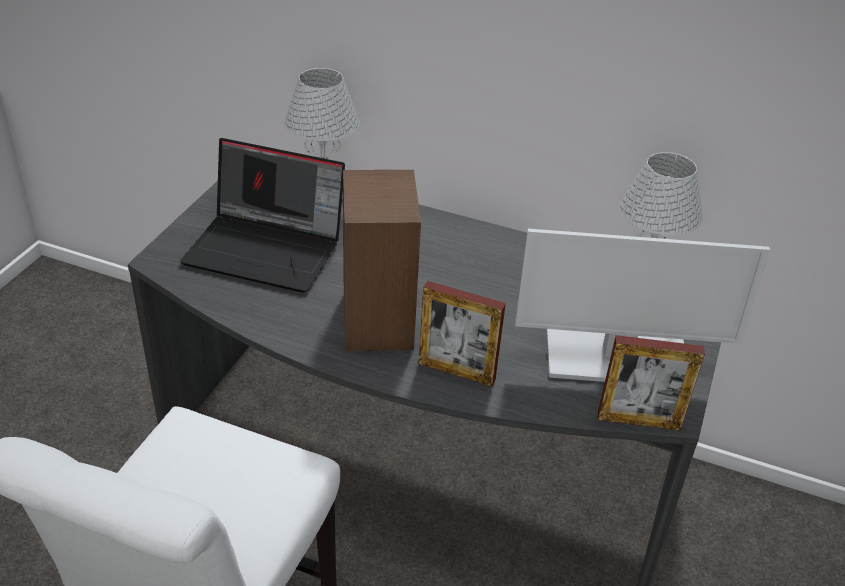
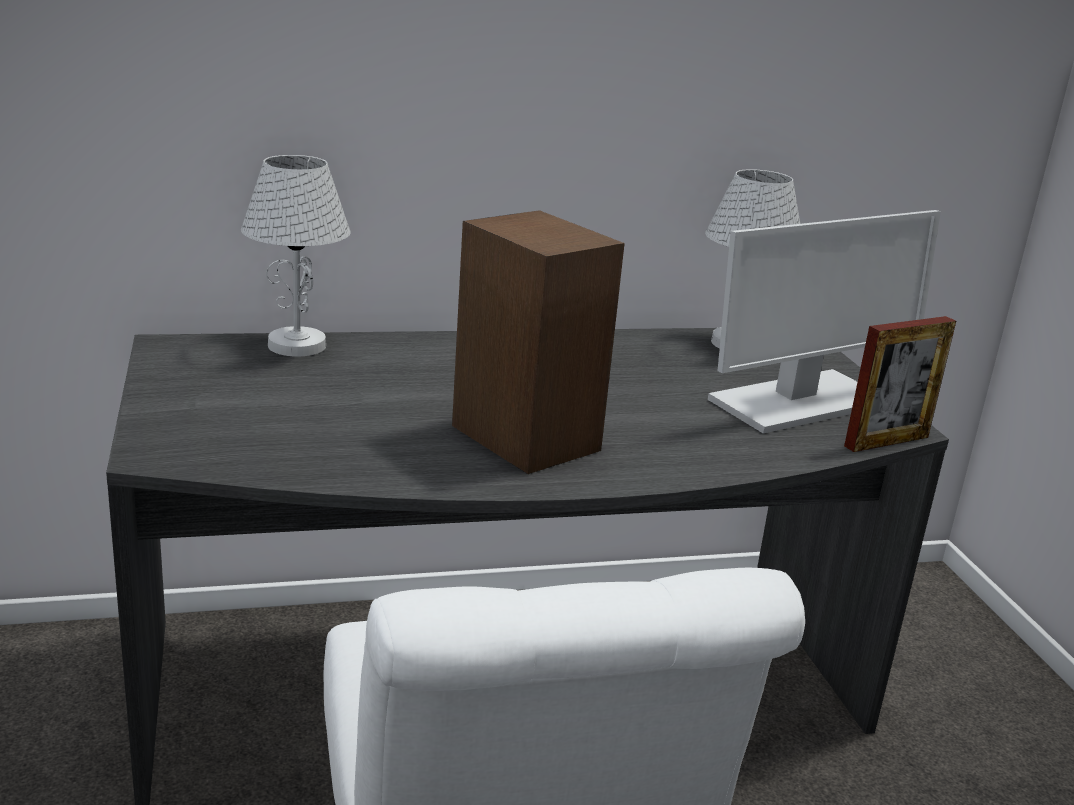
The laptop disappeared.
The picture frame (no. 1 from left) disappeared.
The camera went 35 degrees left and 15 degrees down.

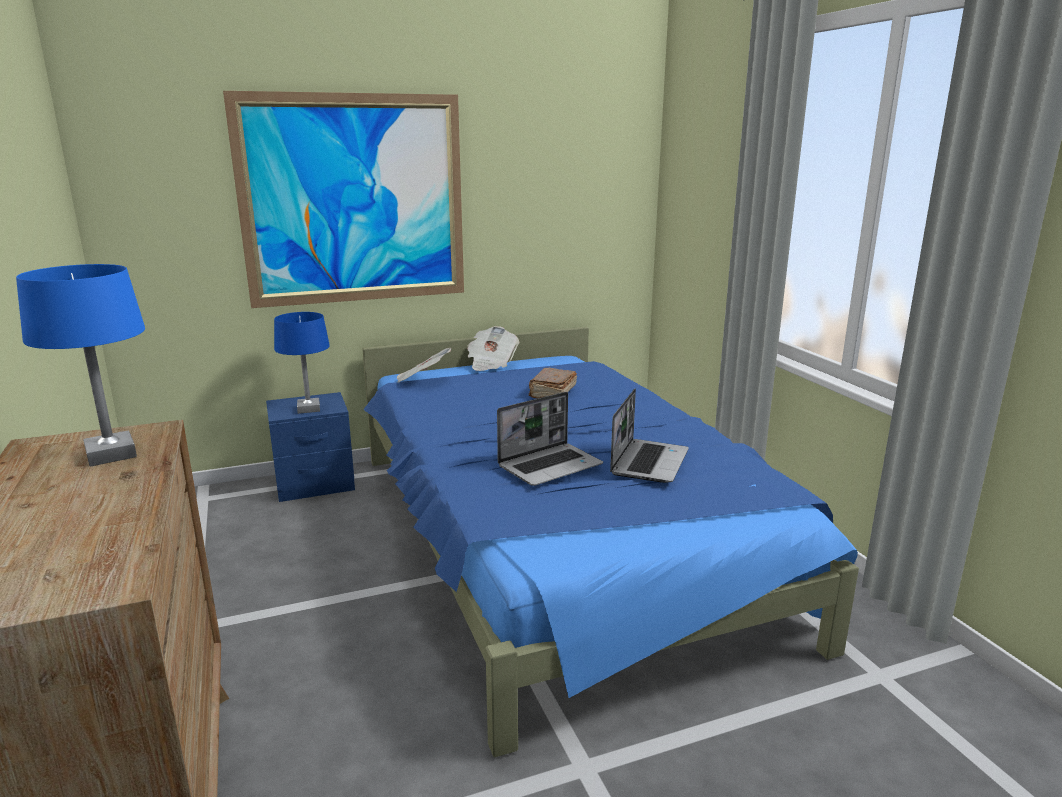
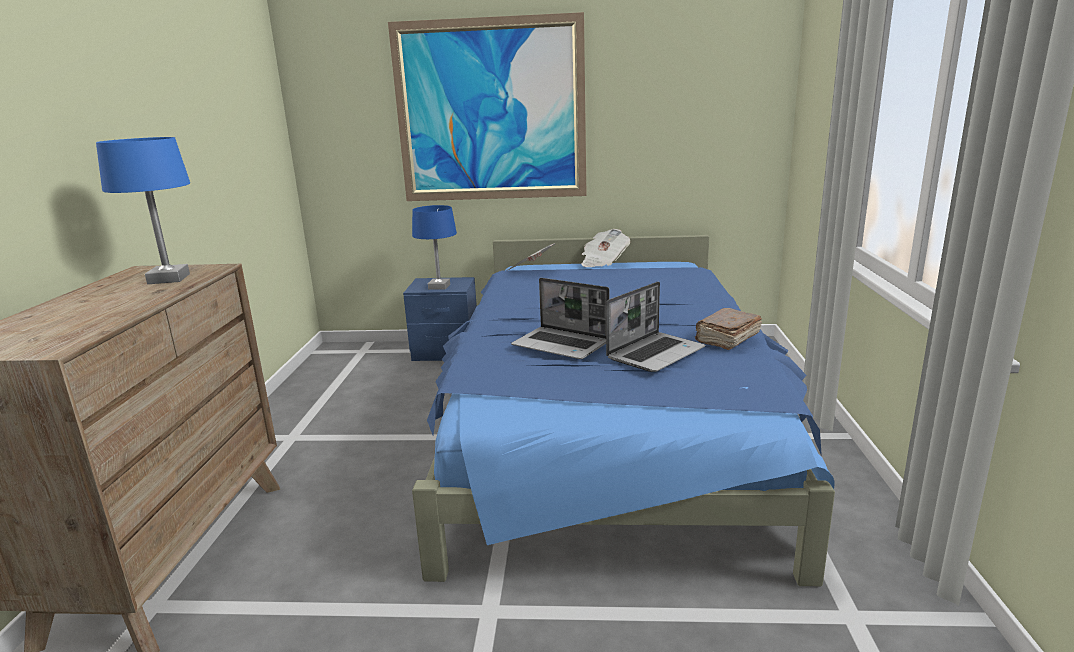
The laptop (no. 1 from left) turned 45 degrees clockwise.
The book (brown) moved.
The camera went 25 degrees right and 0 degrees up.

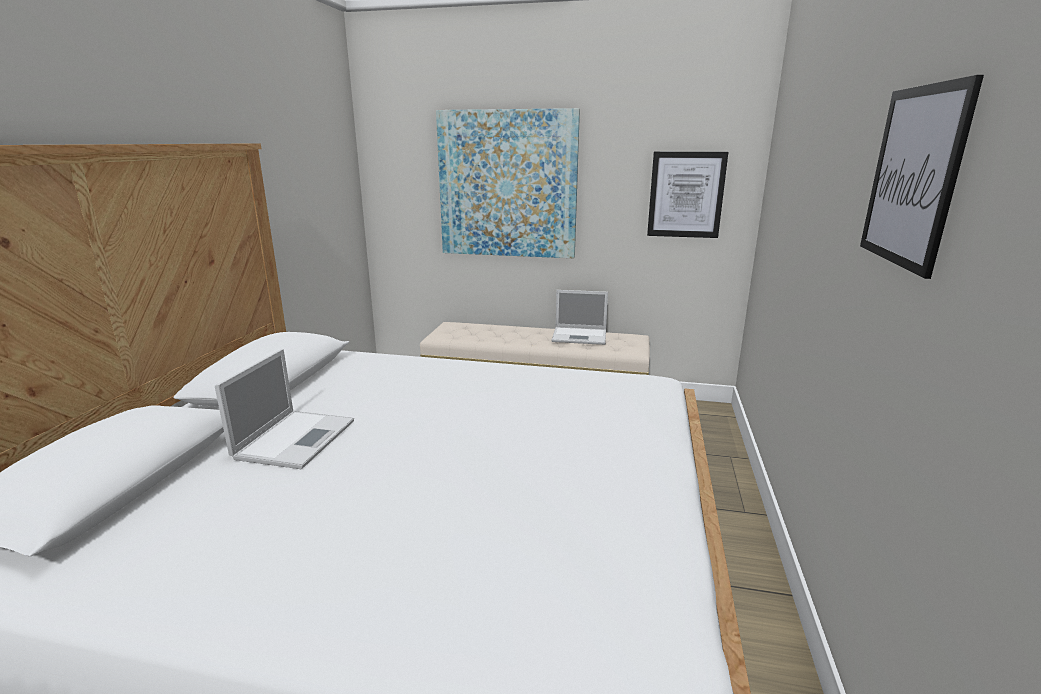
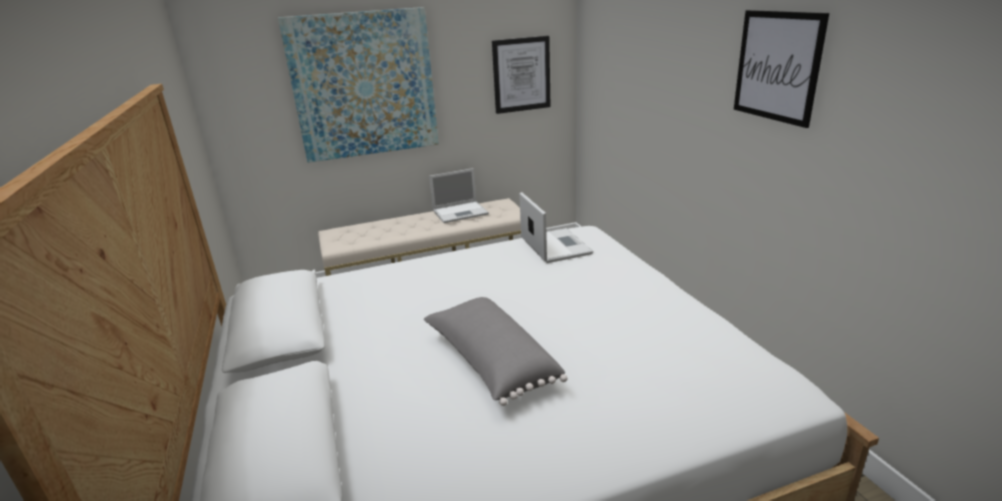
The laptop (no. 1 from left in the first image) moved.
The pillow (grey) appeared.
The camera went 30 degrees left and 5 degrees up.

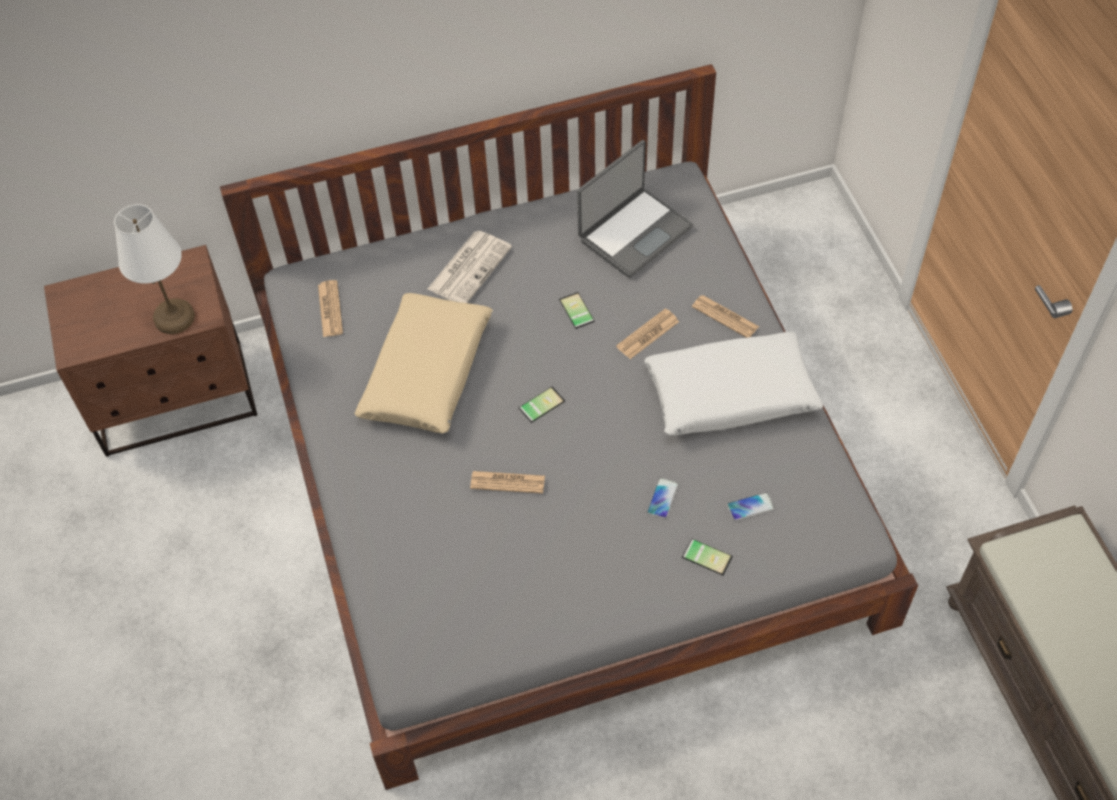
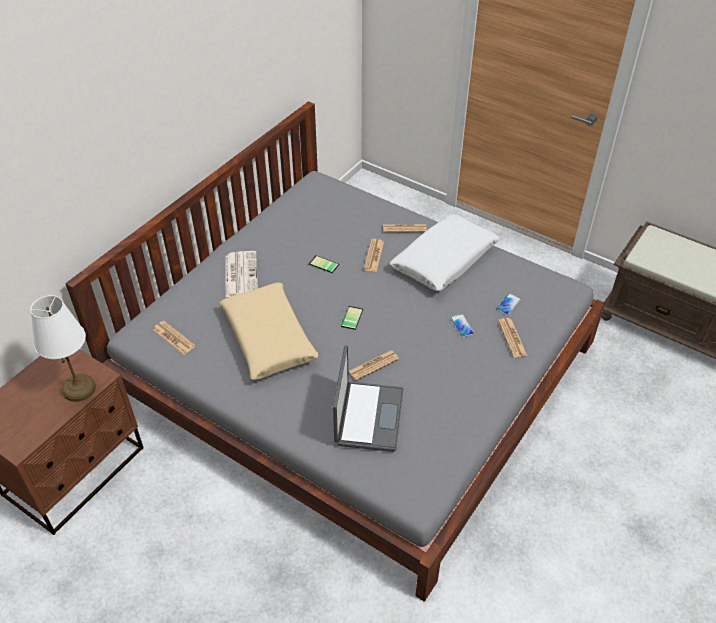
The laptop moved.
The phone (no. 4 from left) was replaced by the newspaper (no. 6 from left).
The camera went 40 degrees left and 10 degrees down.

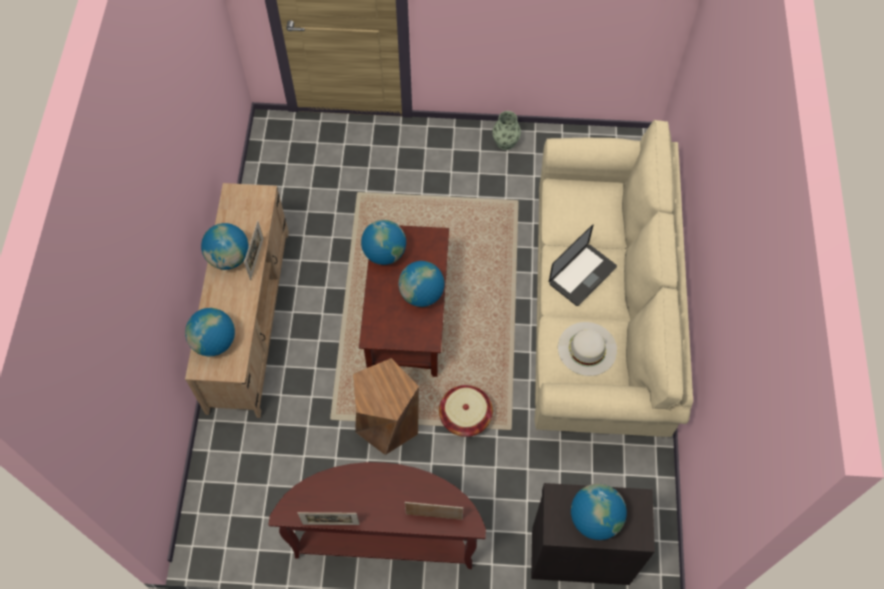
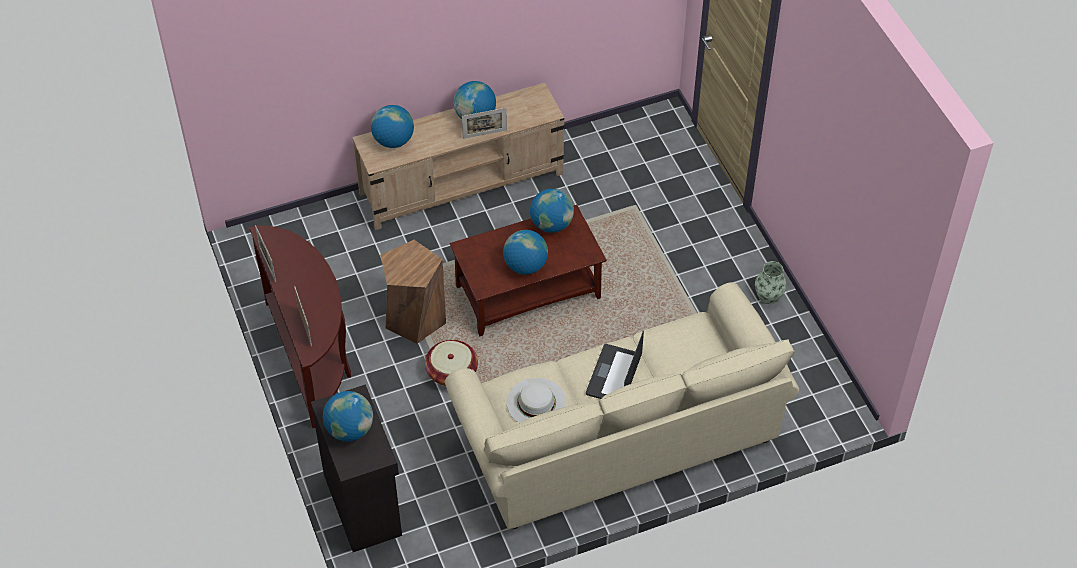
The laptop turned 90 degrees clockwise.
The camera went 65 degrees right and 10 degrees down.

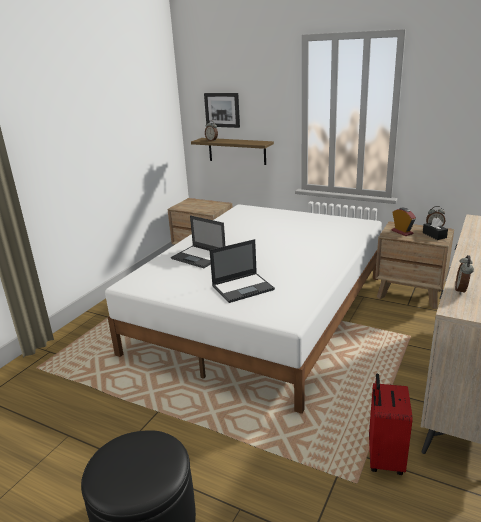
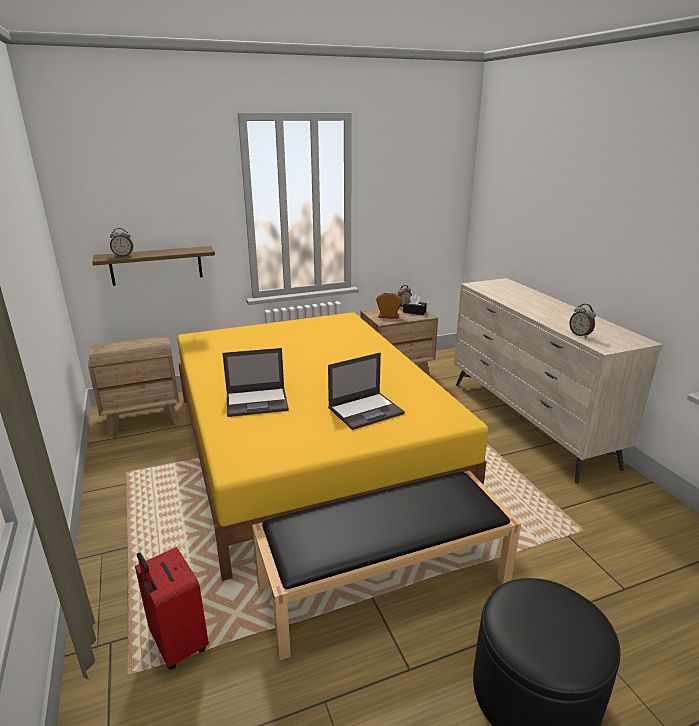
The bed (white) became the bed (yellow).
The picture disappeared.
The laptop (no. 2 from left) turned 45 degrees clockwise.
The suitcase (red) moved.
The bench (black) appeared.
The camera went 50 degrees left and 0 degrees up.

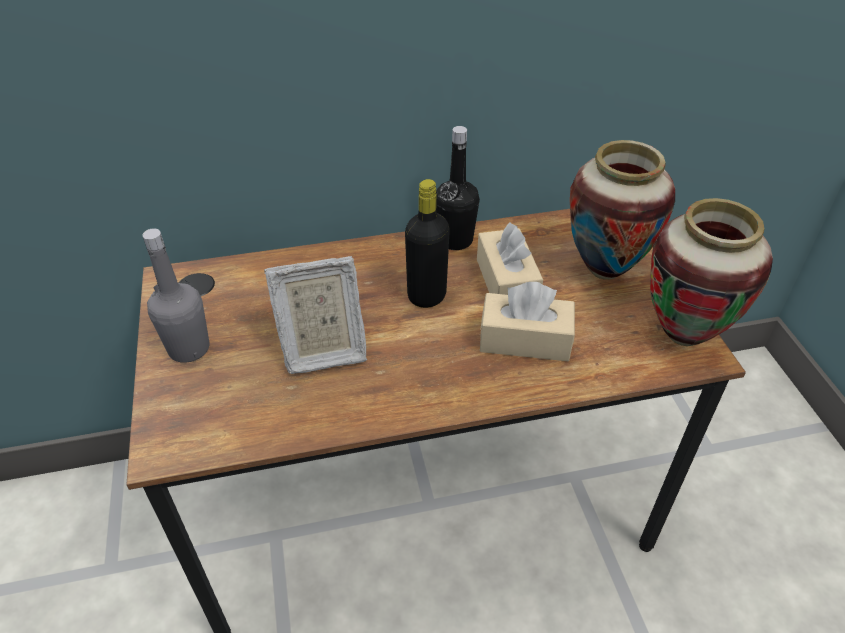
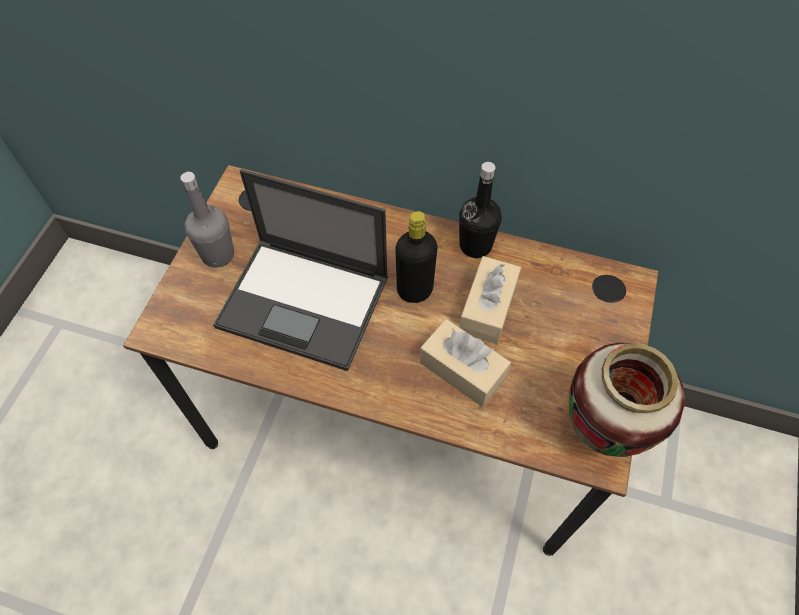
The picture frame was replaced by the laptop.
The vase (no. 1 from left) disappeared.
The camera went 30 degrees right and 15 degrees up.

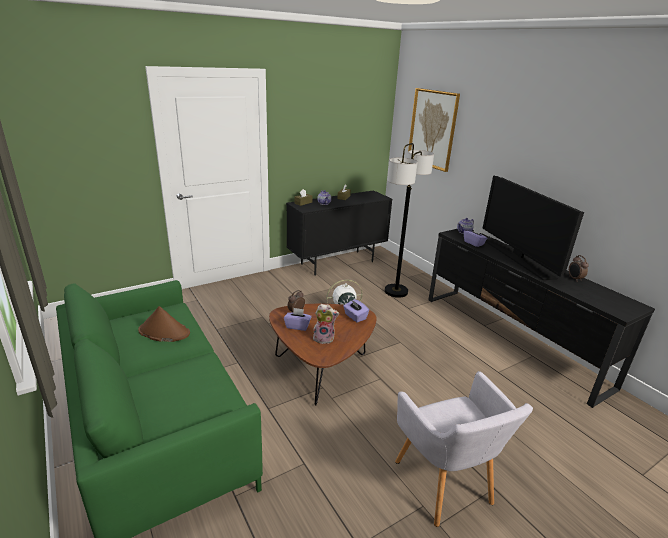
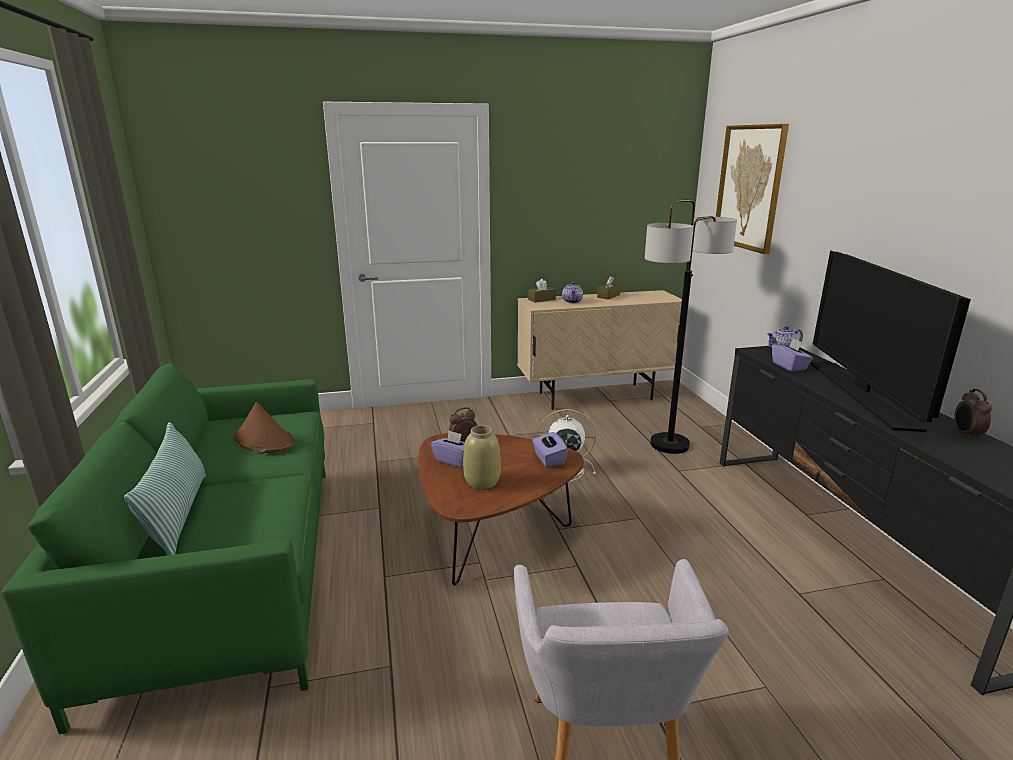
The cabinet (black) became the cabinet (beige).
The plush toy was replaced by the vase (beige).
The pillow appeared.
The camera went 20 degrees right and 5 degrees down.

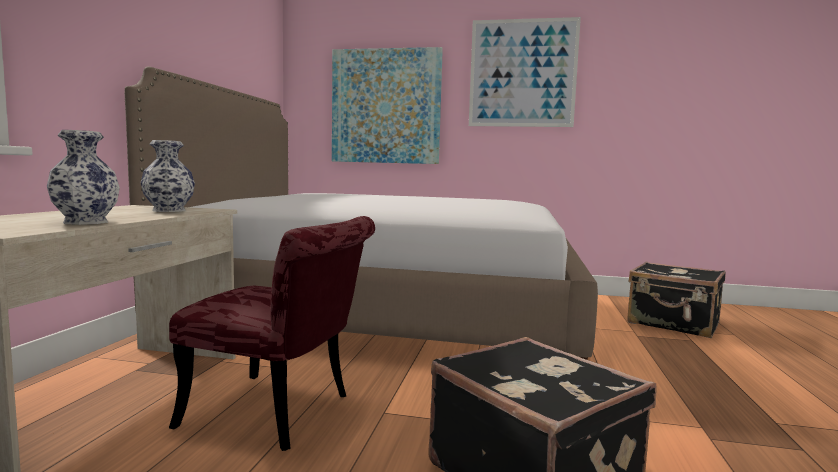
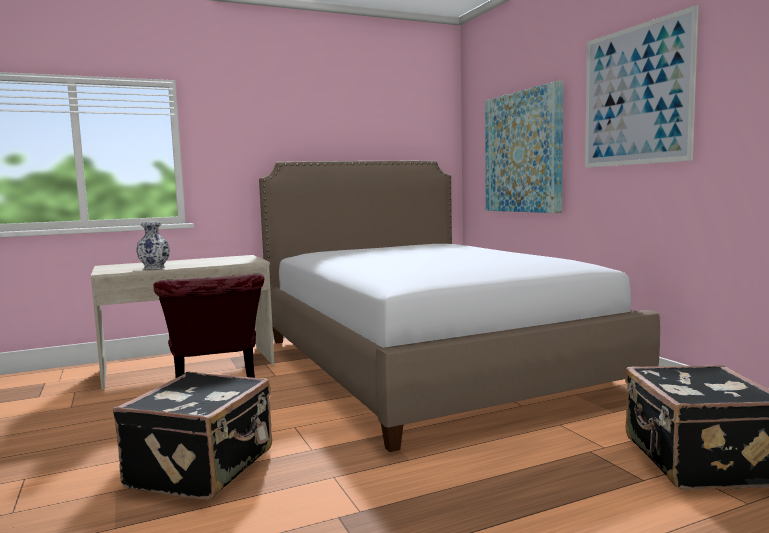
The vase (no. 2 from left) disappeared.
The camera went 55 degrees right and 0 degrees up.

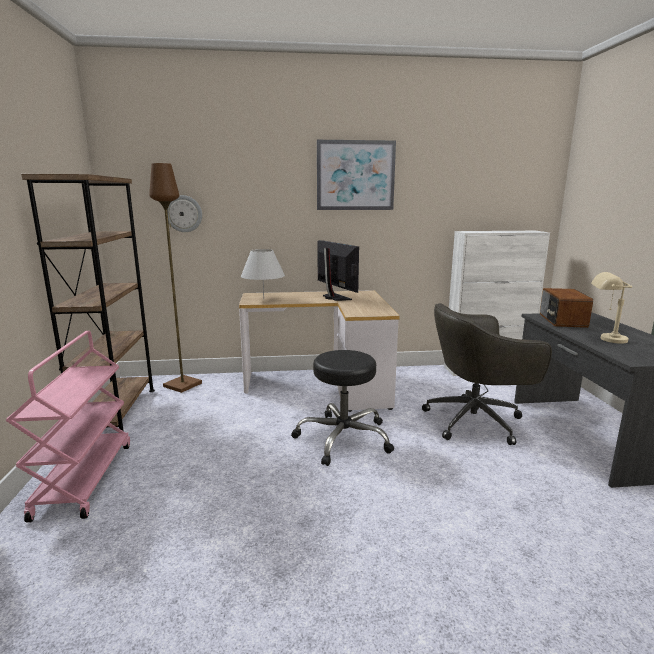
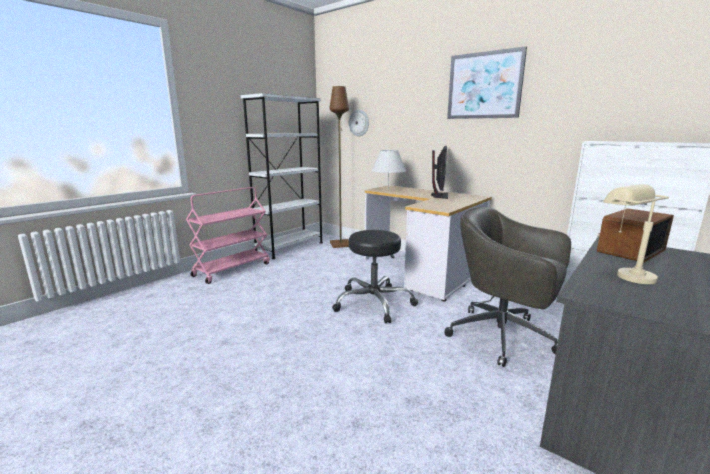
The bookcase (brown) became the bookcase (white).
The camera went 45 degrees right and 0 degrees up.

